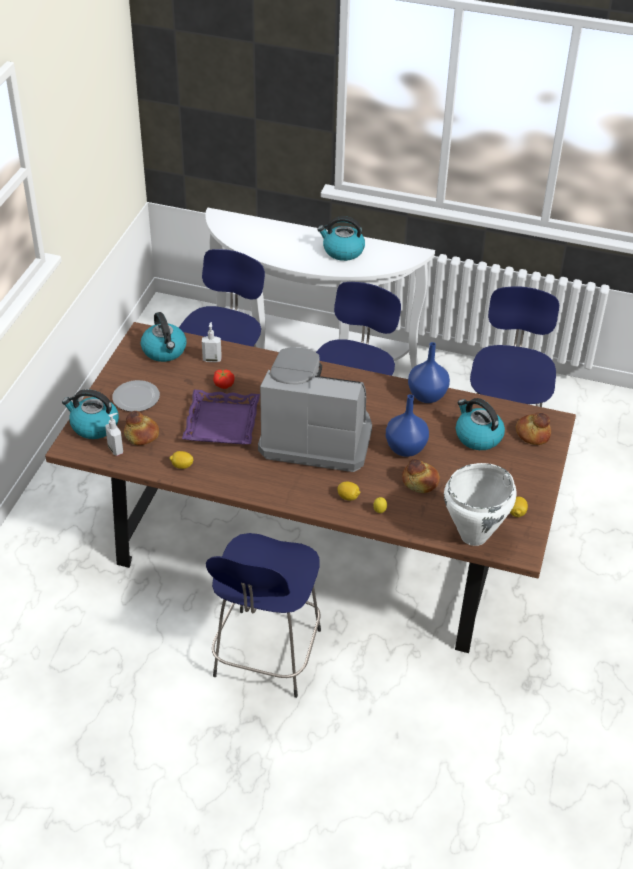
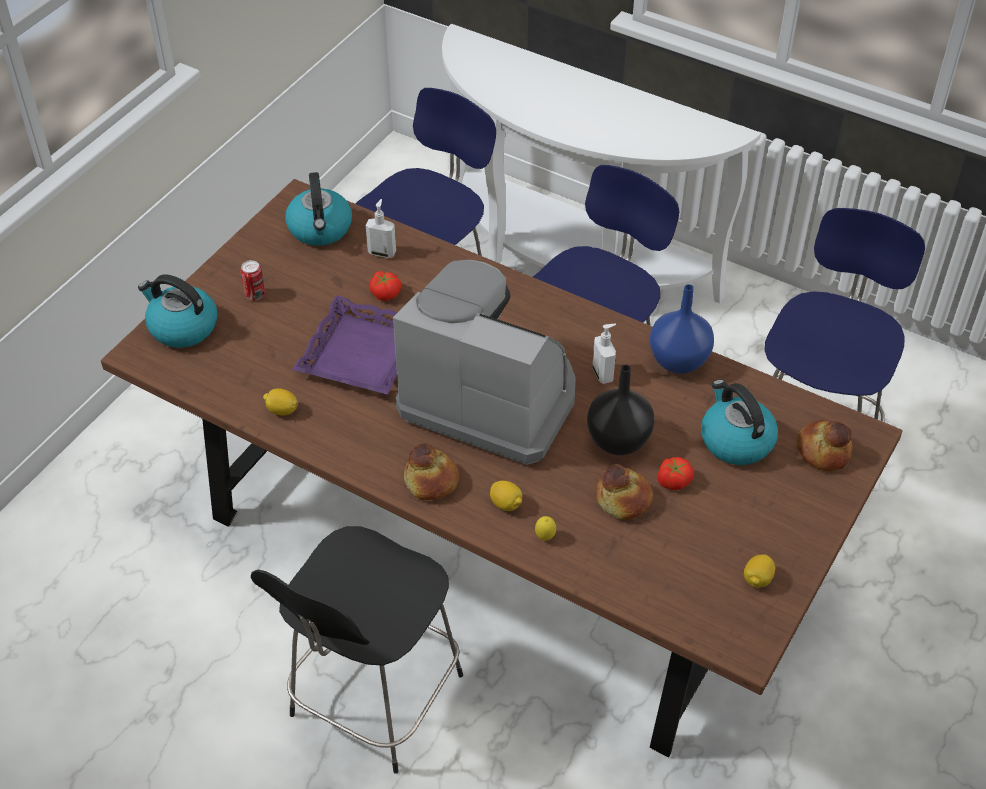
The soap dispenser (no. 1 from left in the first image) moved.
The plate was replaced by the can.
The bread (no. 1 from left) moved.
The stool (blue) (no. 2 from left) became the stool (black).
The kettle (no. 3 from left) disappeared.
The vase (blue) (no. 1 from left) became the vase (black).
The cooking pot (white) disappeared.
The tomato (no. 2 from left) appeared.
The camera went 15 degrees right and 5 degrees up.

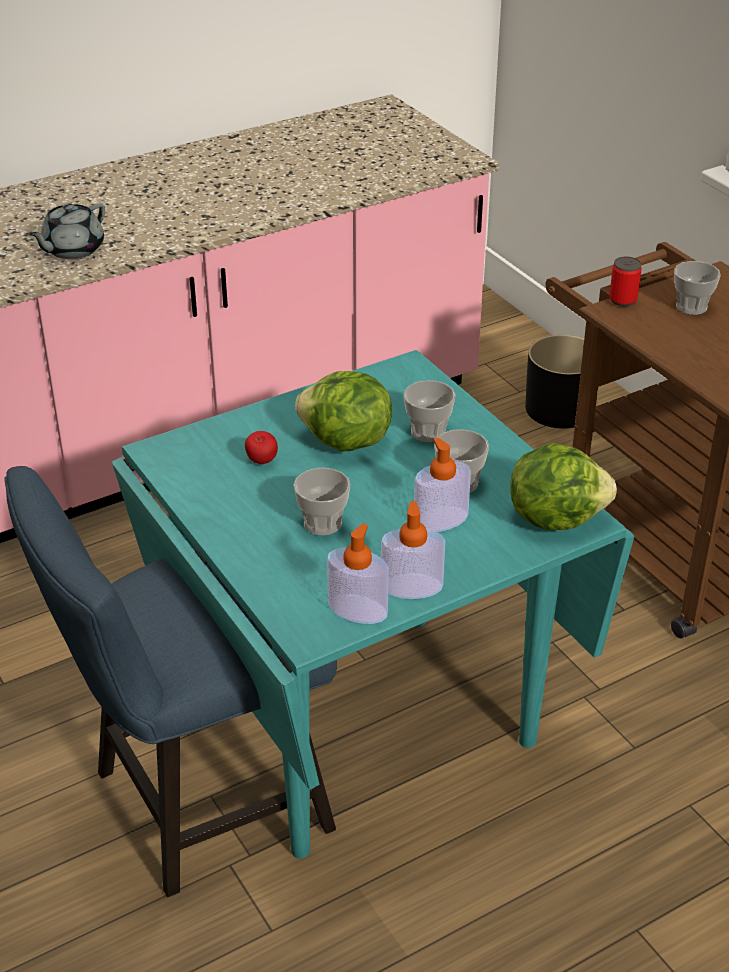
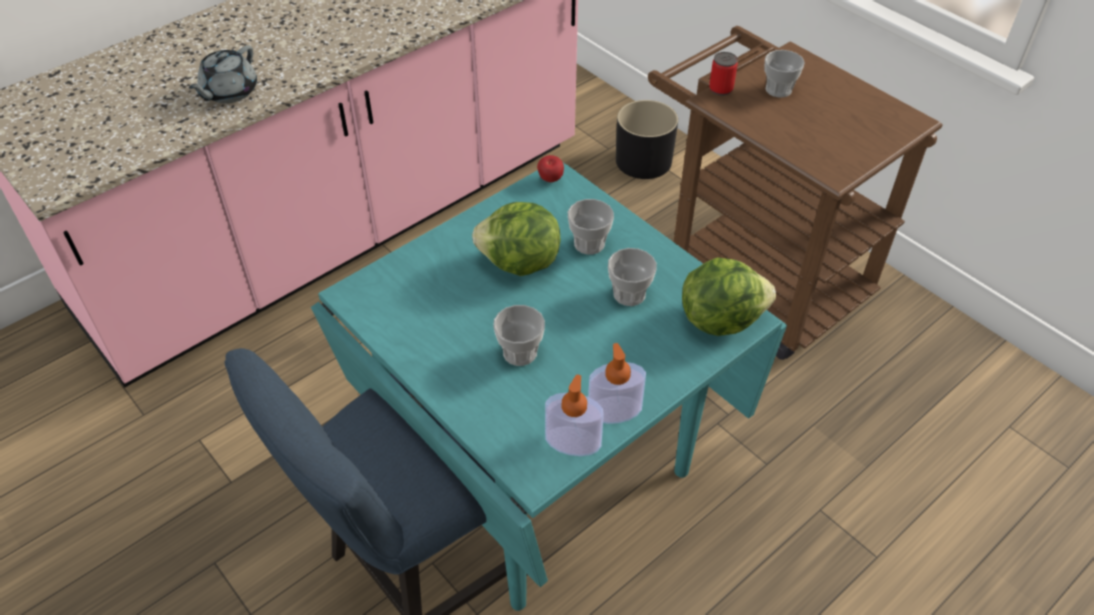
The apple moved.
The soap dispenser (no. 3 from left) disappeared.
The camera went 10 degrees left and 10 degrees up.

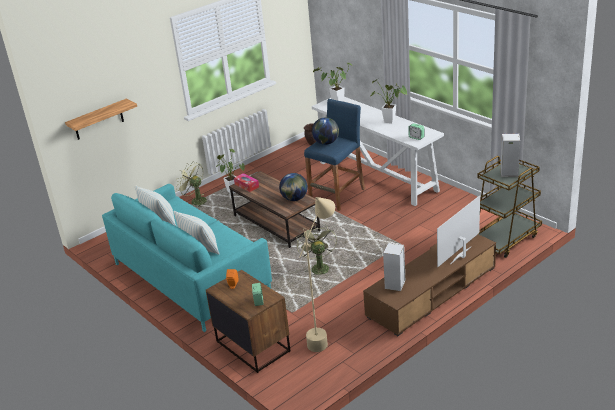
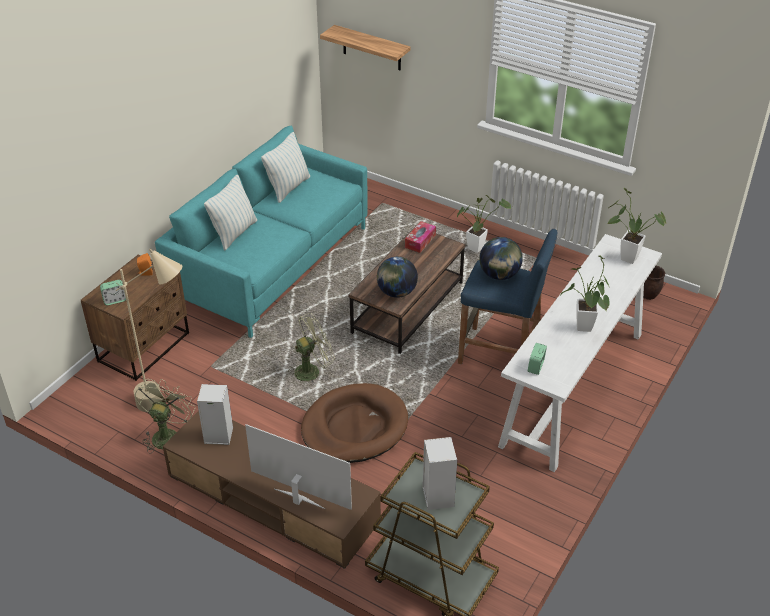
The fan (green) (no. 1 from left) moved.
The dog bed (brown) appeared.
The camera went 70 degrees right and 10 degrees up.

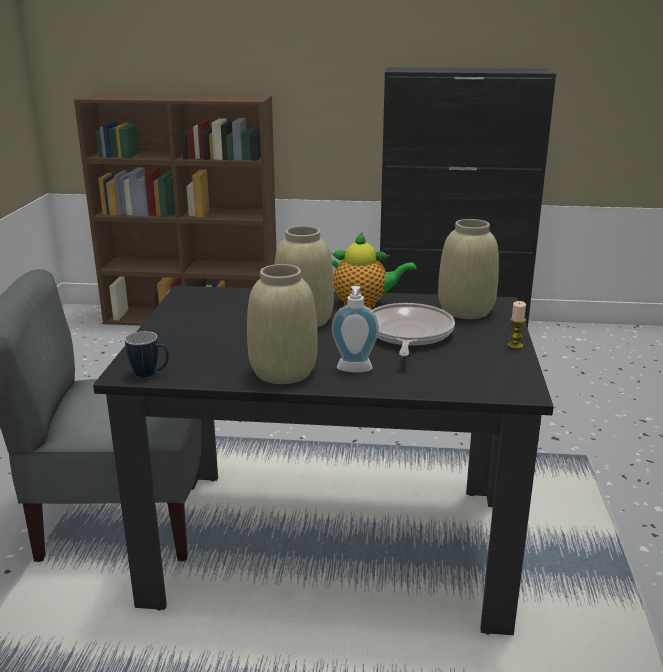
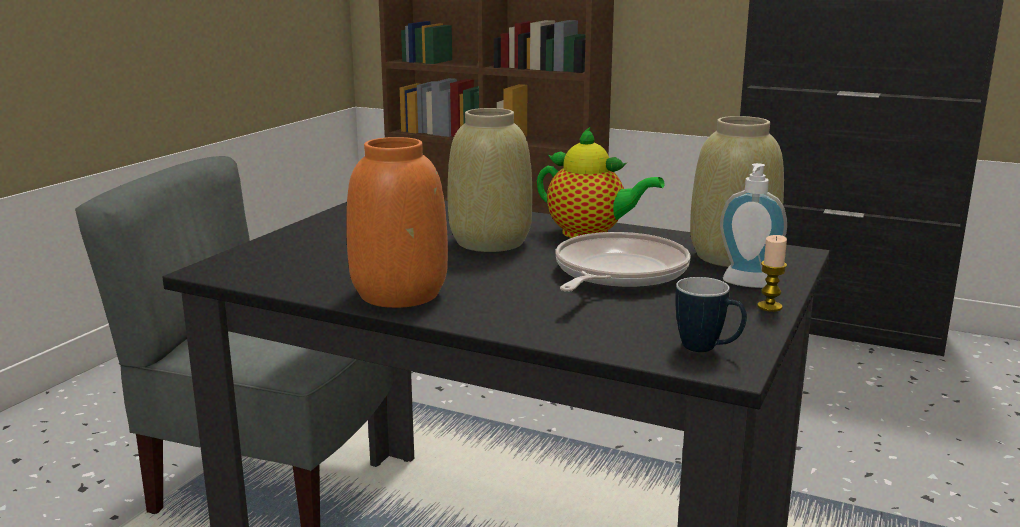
The mug moved.
The vase (beige) (no. 1 from left) became the vase (orange).
The soap dispenser moved.
The camera went 20 degrees right and 5 degrees down.

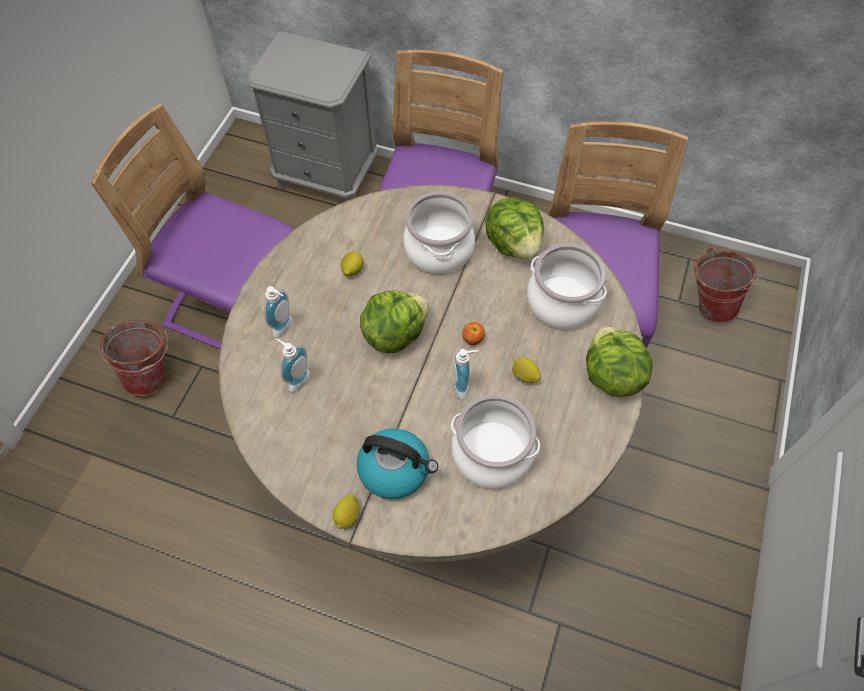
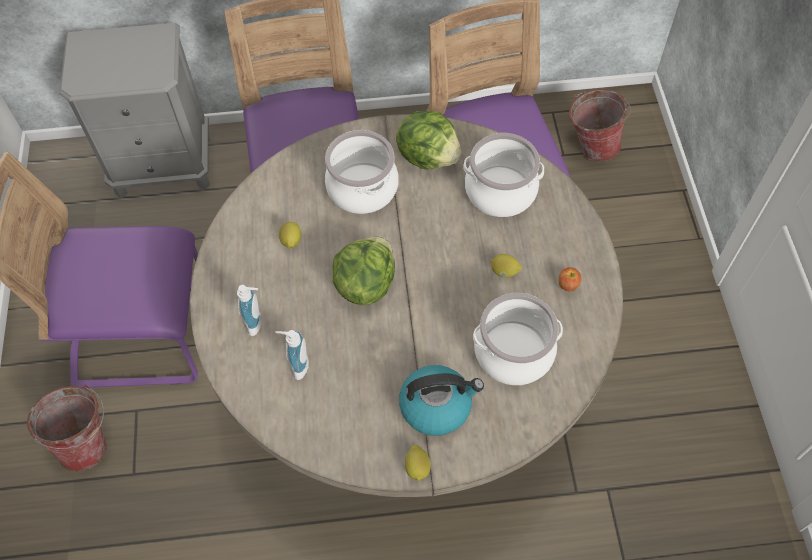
The soap dispenser (no. 3 from left) disappeared.
The apple moved.
The lettuce (no. 3 from left) disappeared.
The camera went 25 degrees left and 0 degrees up.

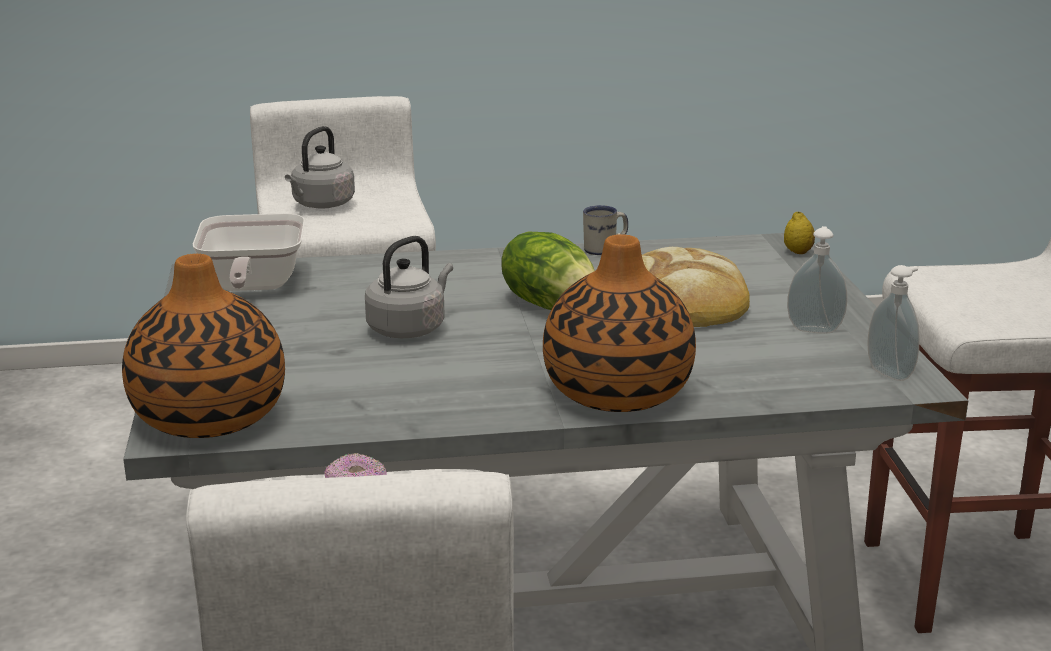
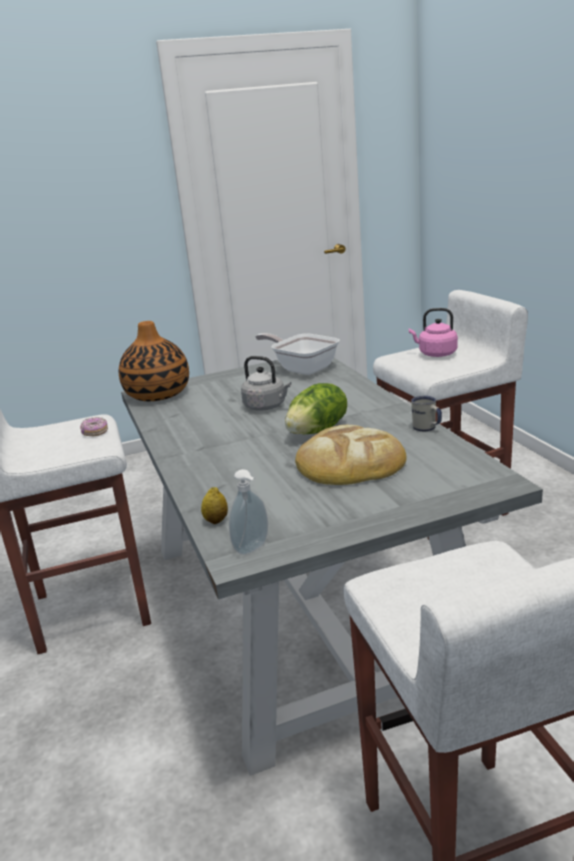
The frying pan turned 60 degrees clockwise.
The kettle (grey) (no. 1 from left) became the kettle (pink).
The vase (no. 2 from left) disappeared.
The lemon moved.
The soap dispenser (no. 1 from left) disappeared.
The camera went 80 degrees right and 0 degrees up.

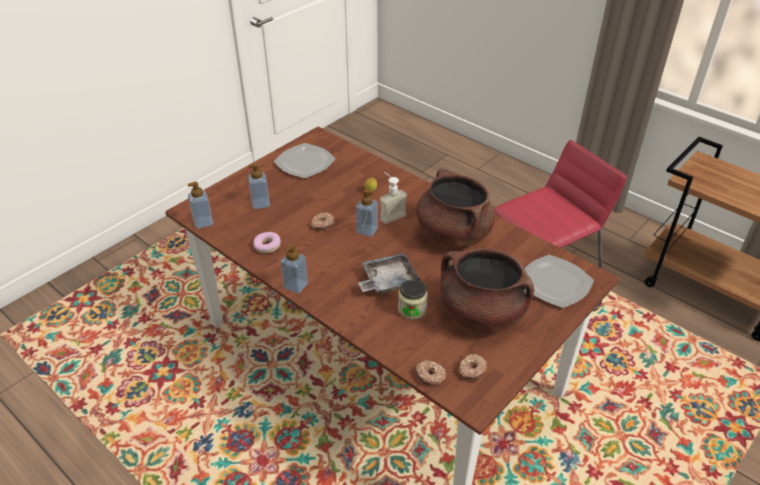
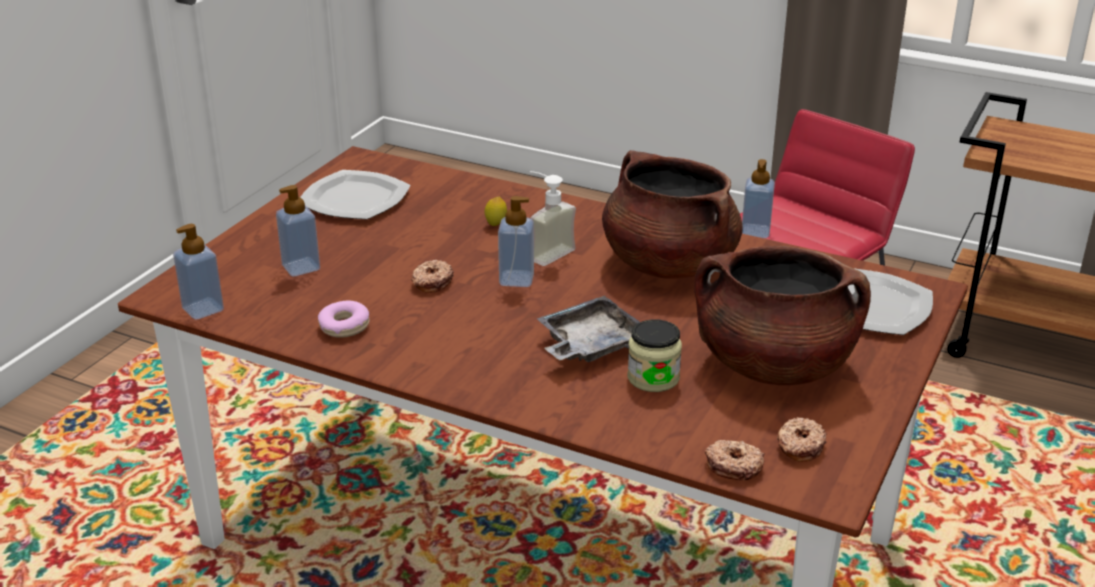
The soap dispenser (no. 3 from left in the first image) moved.
The camera went 15 degrees left and 10 degrees down.

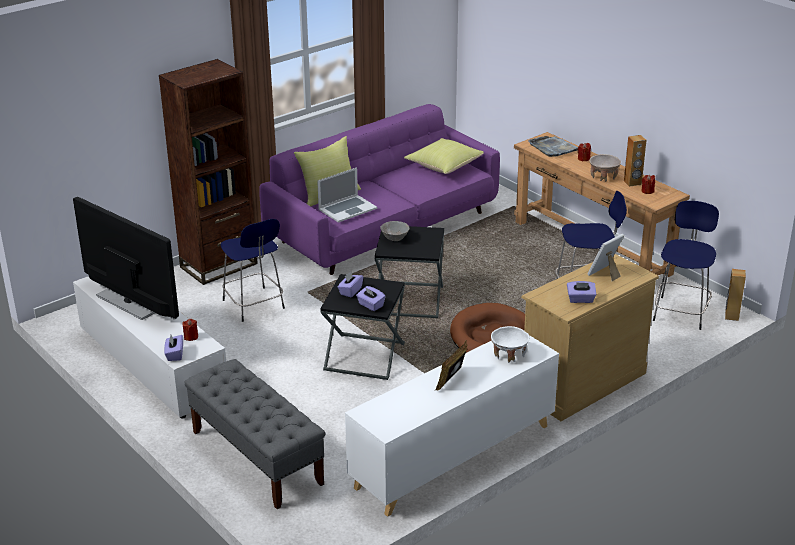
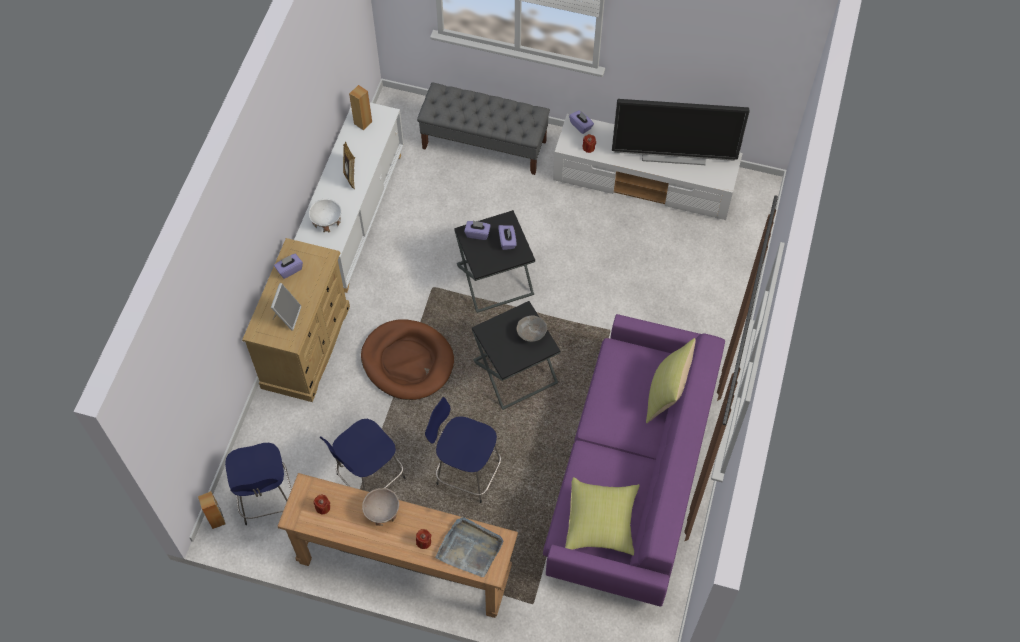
The bookcase (brown) disappeared.
The stool (blue) (no. 1 from left in the first image) moved.
The laptop disappeared.
The speaker (brown) (no. 1 from left in the first image) moved.
The camera went 145 degrees right and 30 degrees up.

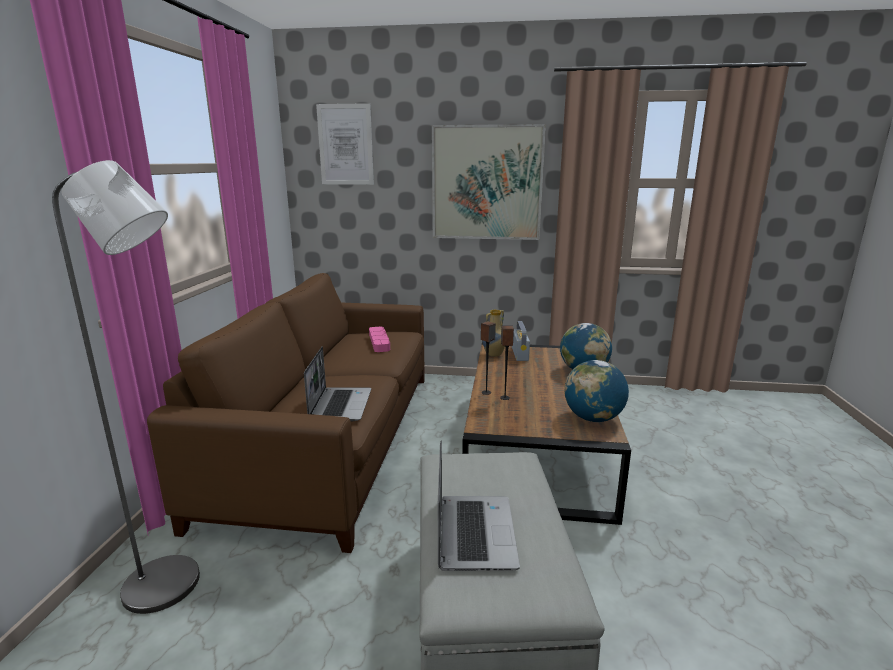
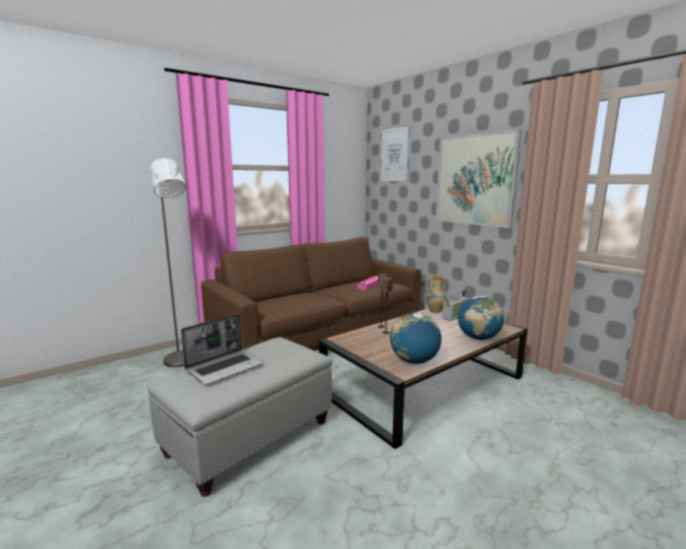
The laptop (no. 1 from left) disappeared.
The camera went 45 degrees right and 5 degrees down.

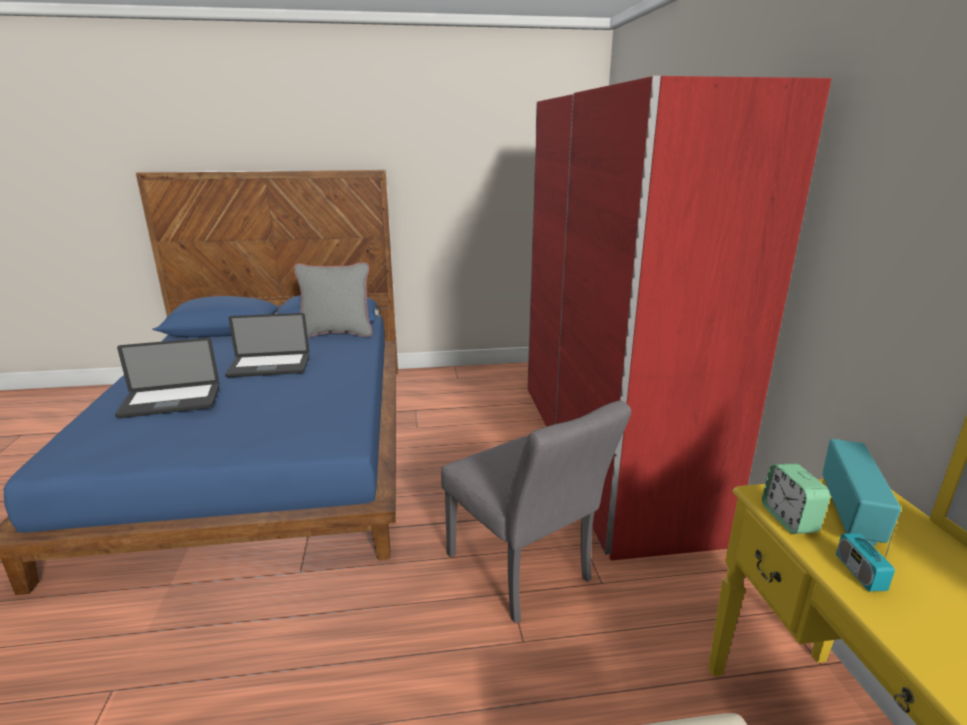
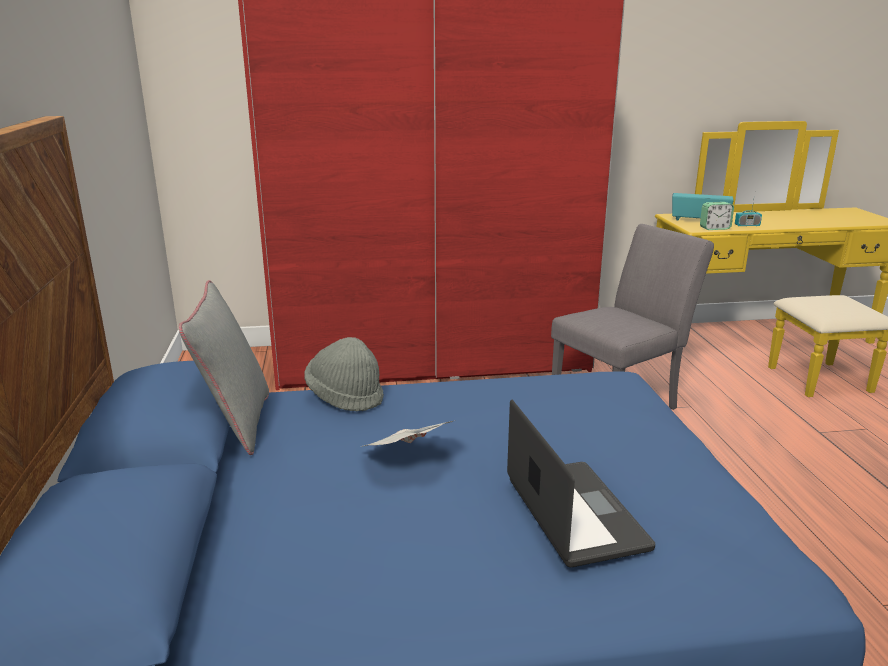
The laptop (no. 2 from left) was replaced by the newspaper.
The hat (grey) appeared.
The camera went 90 degrees left and 0 degrees up.

